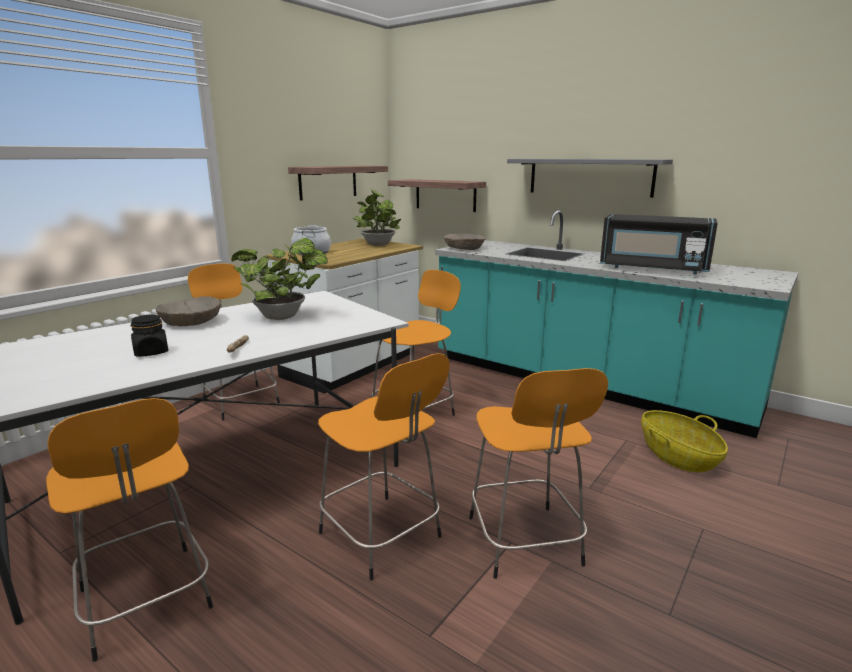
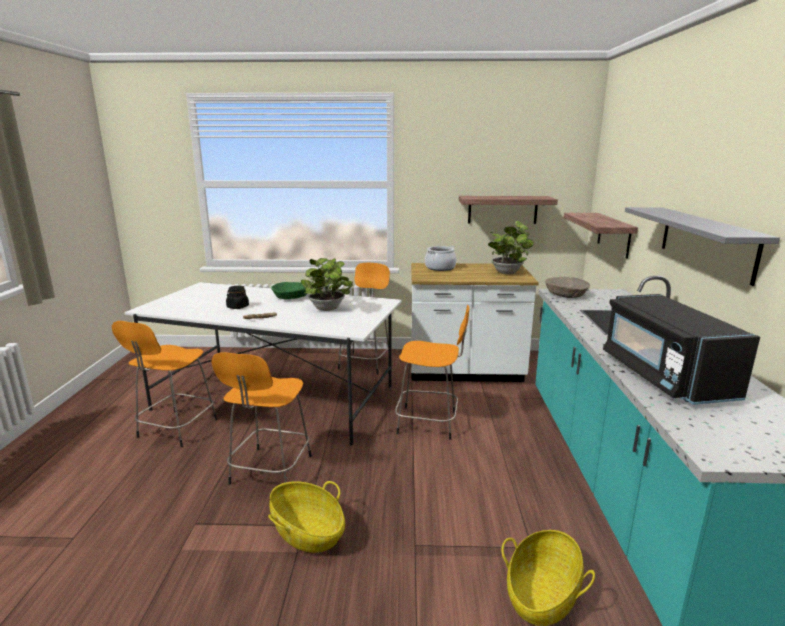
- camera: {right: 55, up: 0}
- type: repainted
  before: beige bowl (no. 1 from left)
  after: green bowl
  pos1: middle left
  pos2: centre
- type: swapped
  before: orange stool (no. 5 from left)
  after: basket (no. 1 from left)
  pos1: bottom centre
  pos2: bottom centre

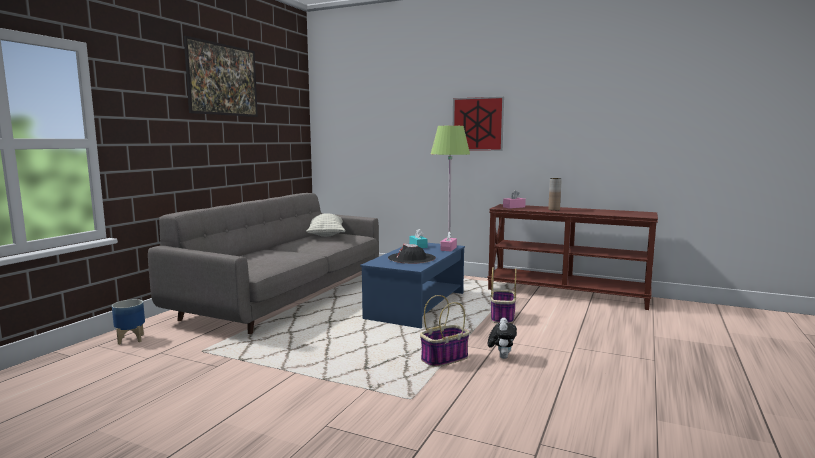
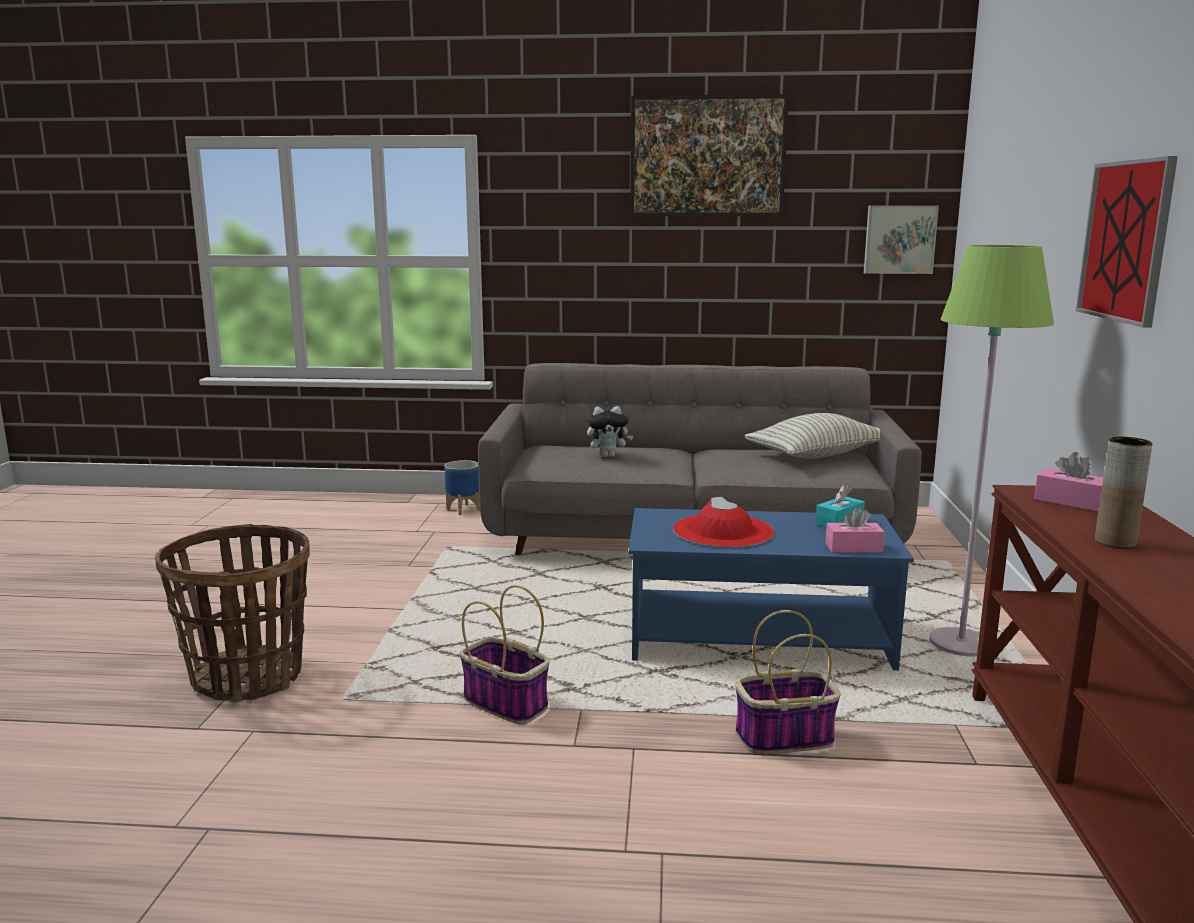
- camera: {right: 70, up: 5}
- type: repainted
  before: black hat
  after: red hat
  pos1: centre
  pos2: centre
- type: shifted
  before: plush toy
  pos1: bottom centre
  pos2: centre
- type: new
  after: basket (no. 1 from left)
  pos2: middle left
- type: new
  after: picture (no. 2 from left)
  pos2: top right

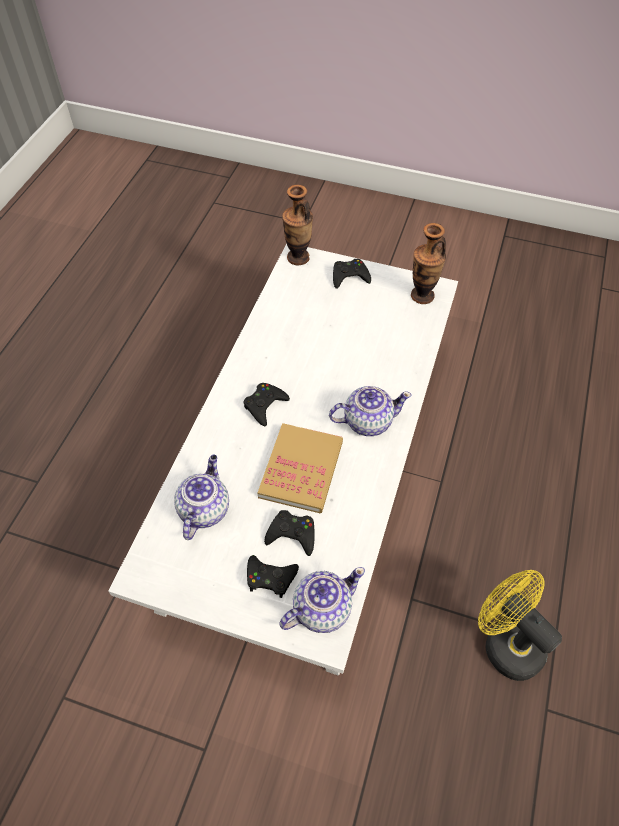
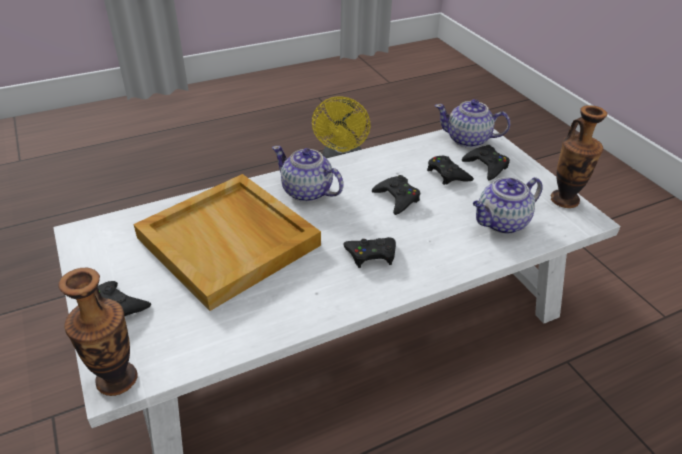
- camera: {right: -135, up: -15}
- type: swapped
  before: book
  after: black game controller (no. 3 from left)
  pos1: centre
  pos2: centre
- type: shifted
  before: vase (no. 2 from left)
  pos1: top right
  pos2: middle right
- type: new
  after: beige tray
  pos2: middle left

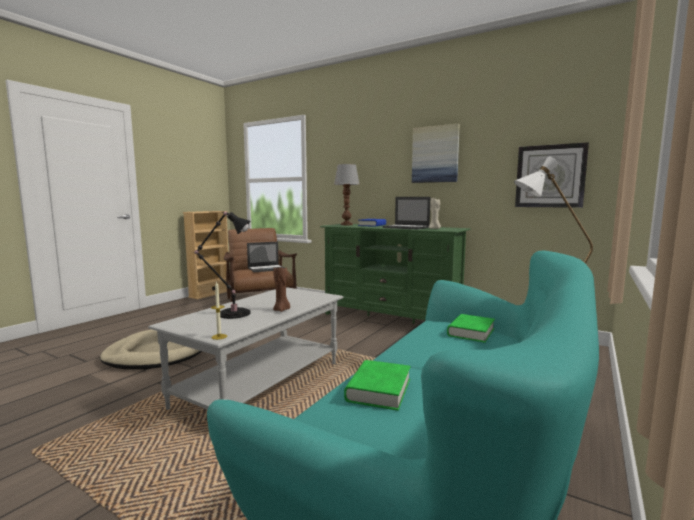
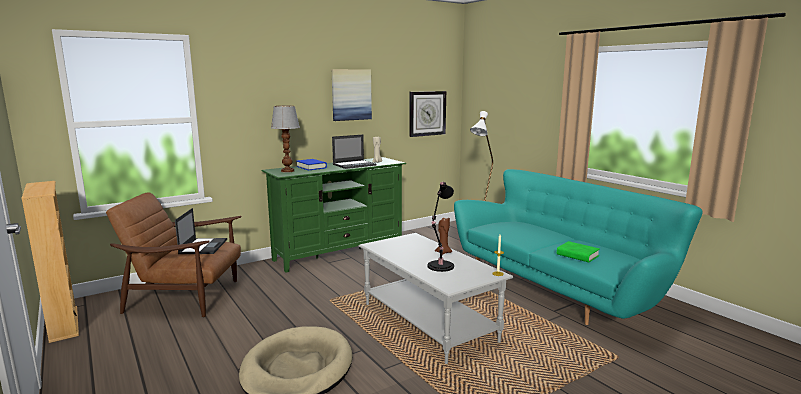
- camera: {right: -65, up: 5}
- type: gone
  before: green book (no. 2 from left)
  pos1: middle right

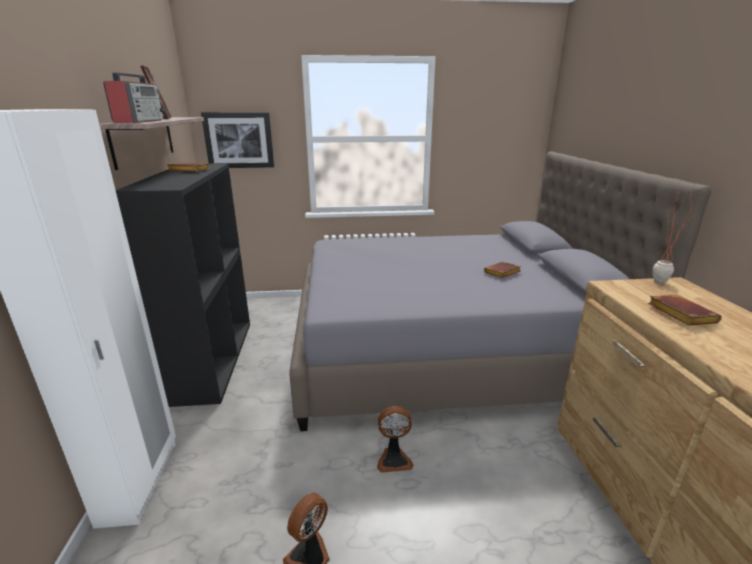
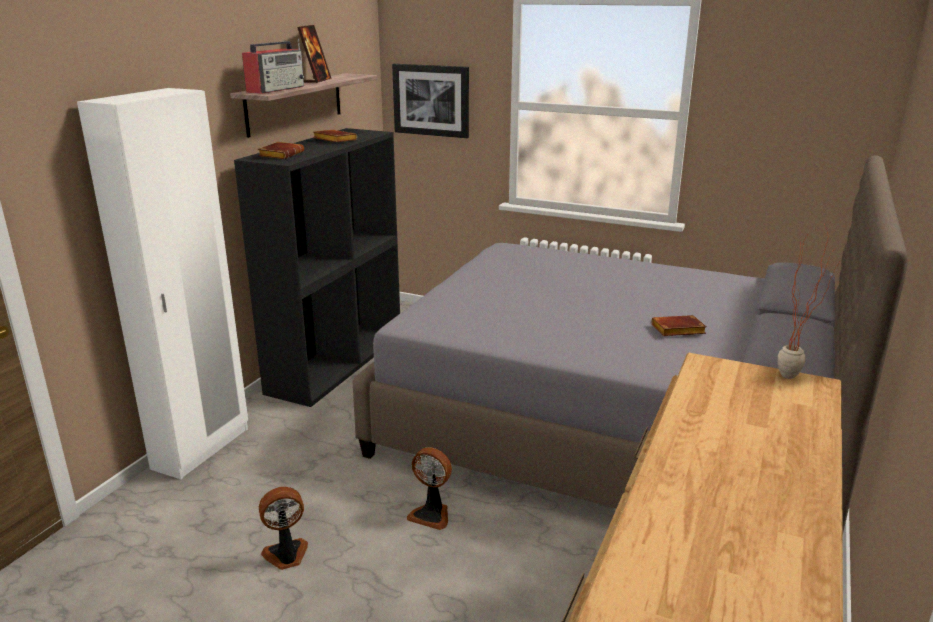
- camera: {right: 30, up: 0}
- type: shifted
  before: brown book (no. 3 from left in the first image)
  after: brown book (no. 1 from left)
  pos1: middle right
  pos2: top left

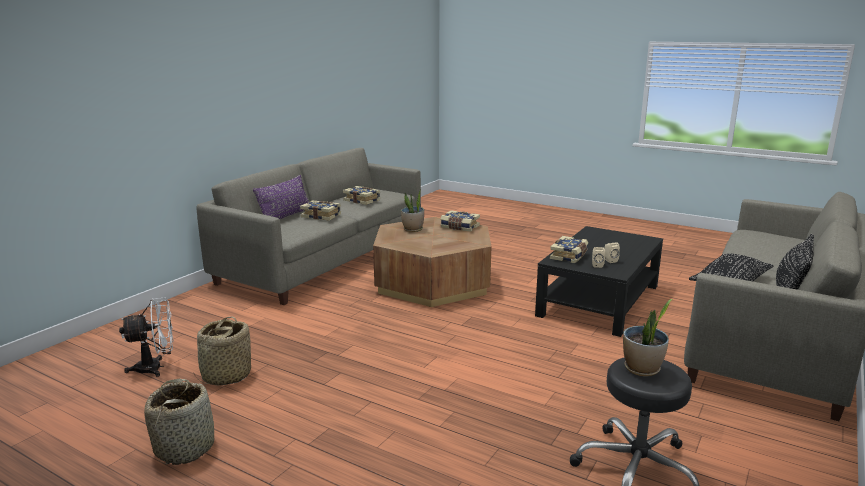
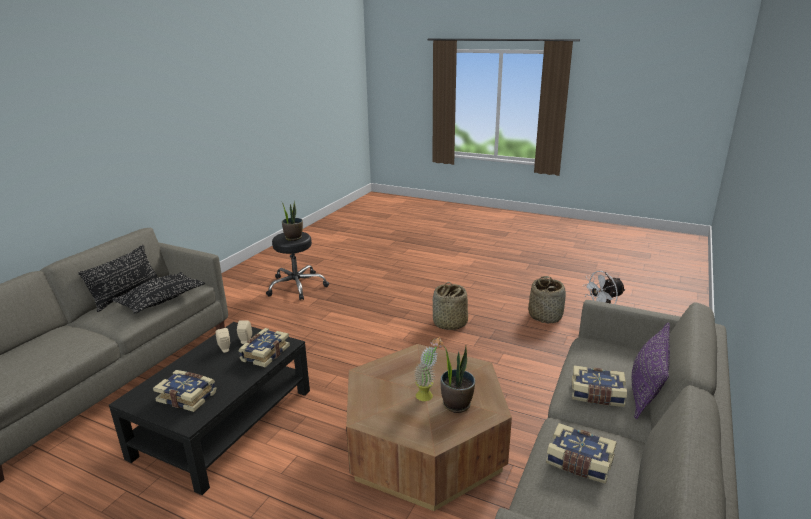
- camera: {right: 175, up: 5}
- type: shifted
  before: basket (no. 1 from left)
  pos1: bottom left
  pos2: centre
- type: shifted
  before: book (no. 3 from left in the first image)
  after: book (no. 1 from left)
  pos1: centre
  pos2: bottom left
- type: new
  after: potted plant (no. 2 from left)
  pos2: bottom centre

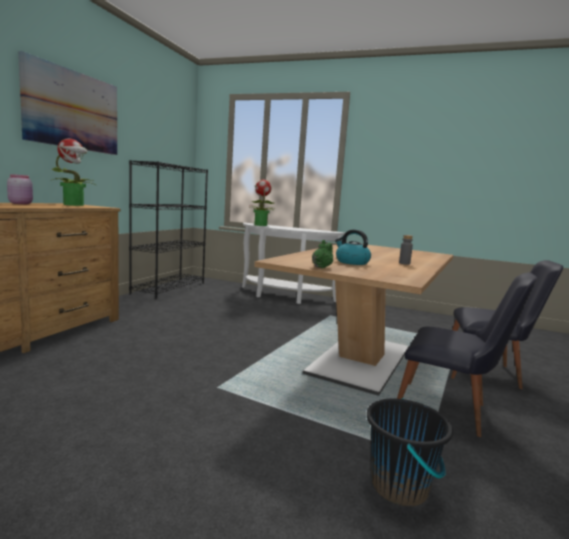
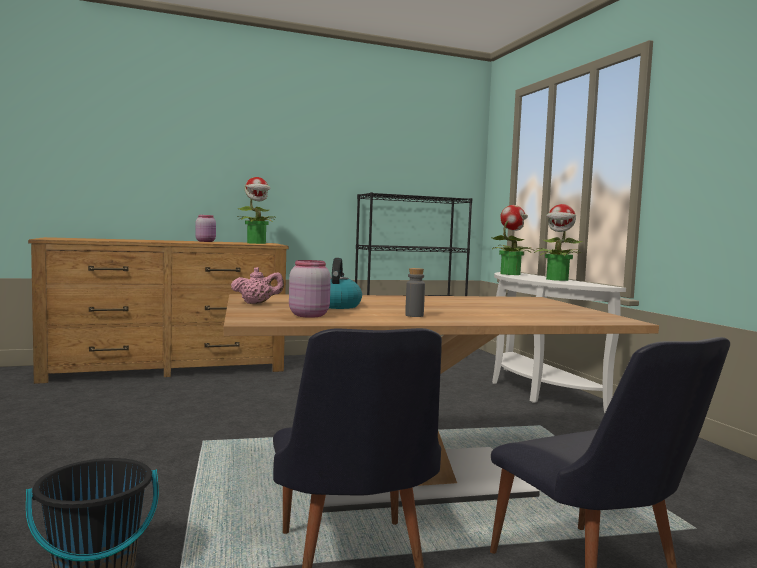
- camera: {right: 50, up: -5}
- type: gone
  before: picture
  pos1: top left
- type: repainted
  before: green teapot
  after: pink teapot
  pos1: centre
  pos2: centre
- type: new
  after: pink jar (no. 2 from left)
  pos2: centre
- type: new
  after: potted plant (no. 3 from left)
  pos2: middle right

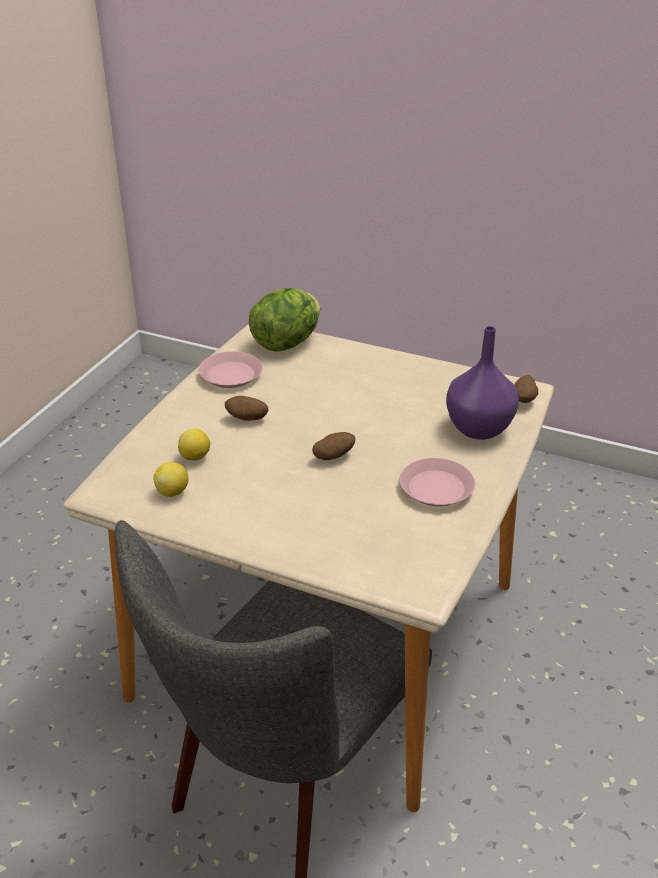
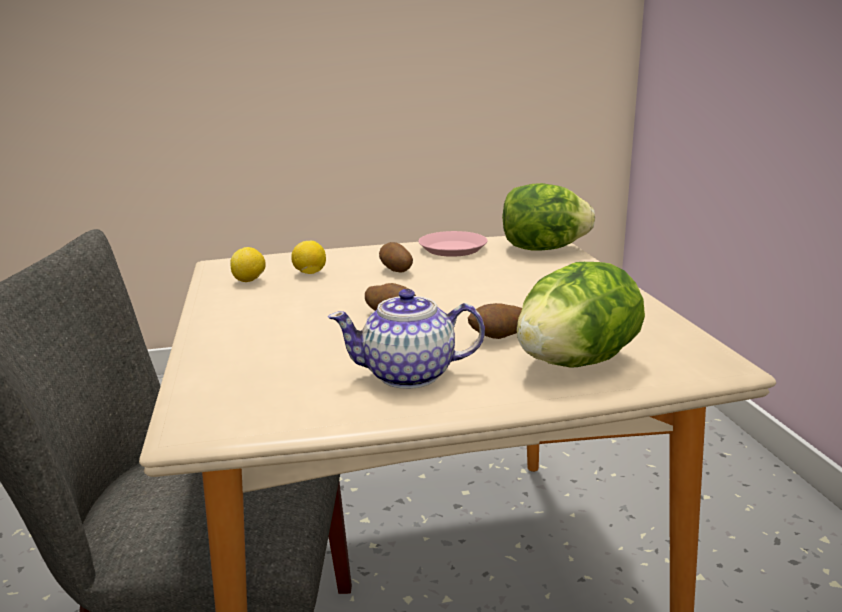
- camera: {right: 55, up: -15}
- type: swapped
  before: pink plate (no. 2 from left)
  after: teapot
  pos1: centre
  pos2: centre
- type: swapped
  before: purple vase
  after: lettuce (no. 2 from left)
  pos1: middle right
  pos2: middle right
- type: shifted
  before: potato (no. 3 from left)
  pos1: middle right
  pos2: centre

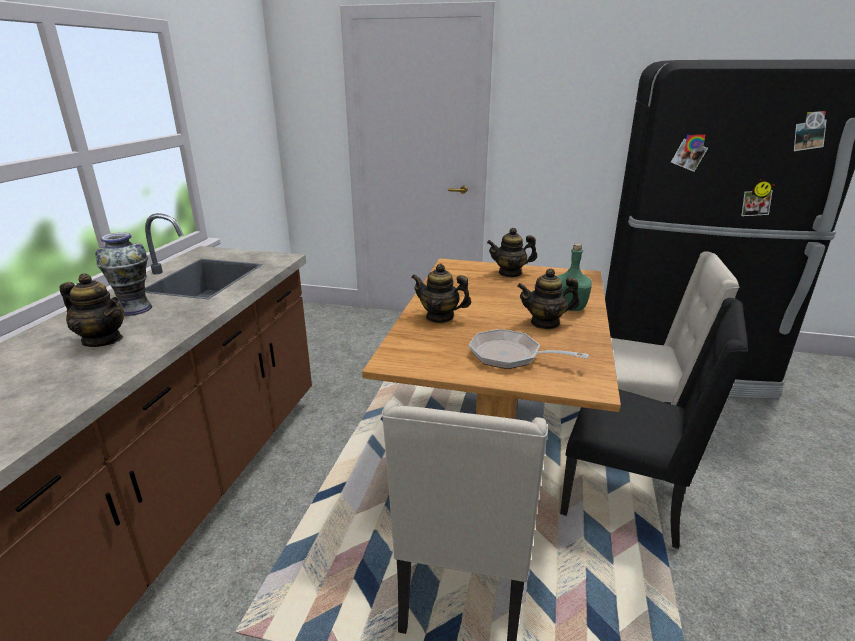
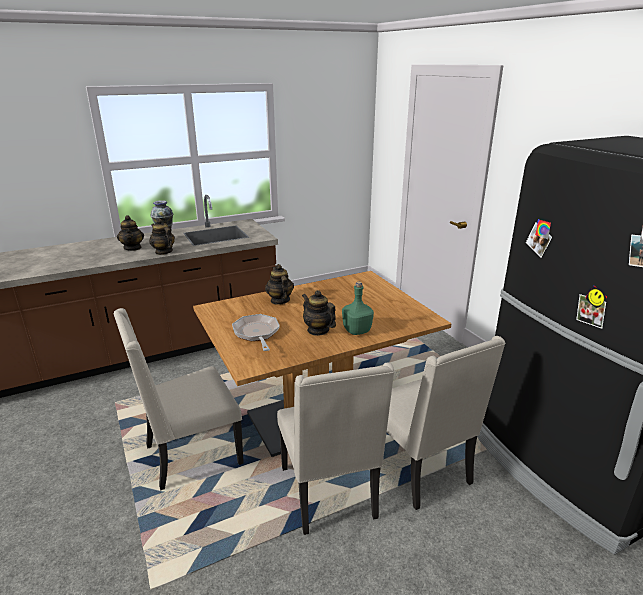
- camera: {right: 50, up: 0}
- type: shifted
  before: teapot (no. 3 from left in the first image)
  after: teapot (no. 2 from left)
  pos1: centre
  pos2: middle left
- type: repainted
  before: black chair
  after: beige chair (no. 2 from left)
  pos1: middle right
  pos2: bottom centre

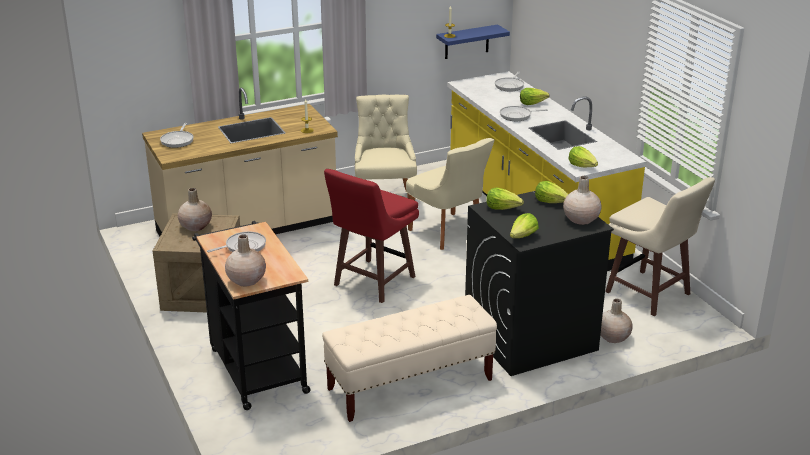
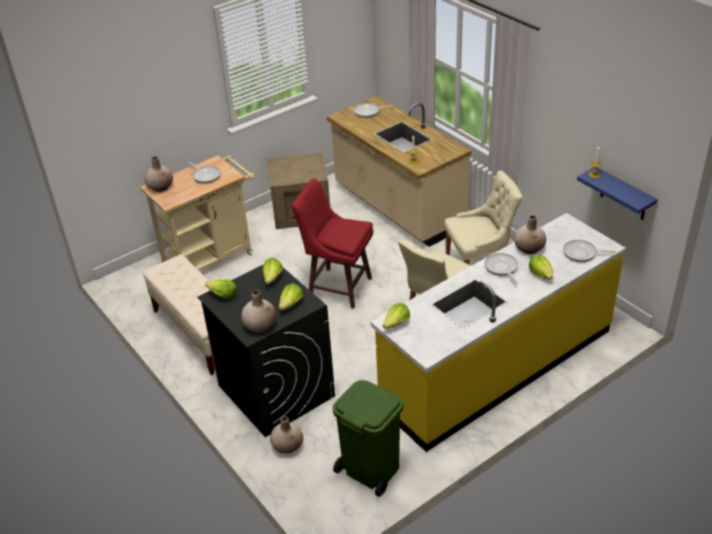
- camera: {right: 80, up: 10}
- type: shifted
  before: beige vase (no. 1 from left in the first image)
  after: beige vase (no. 4 from left)
  pos1: middle left
  pos2: middle right
- type: repainted
  before: black cart
  after: beige cart
  pos1: bottom left
  pos2: middle left
- type: swapped
  before: beige stool
  after: green trash can
  pos1: middle right
  pos2: bottom centre

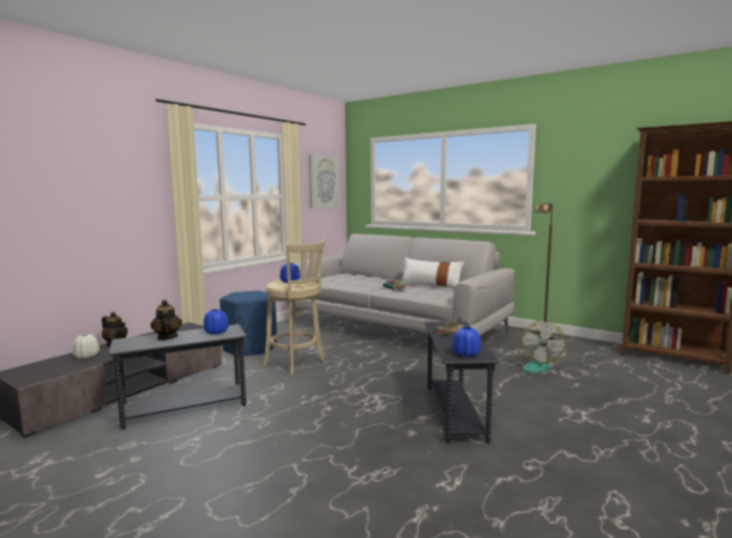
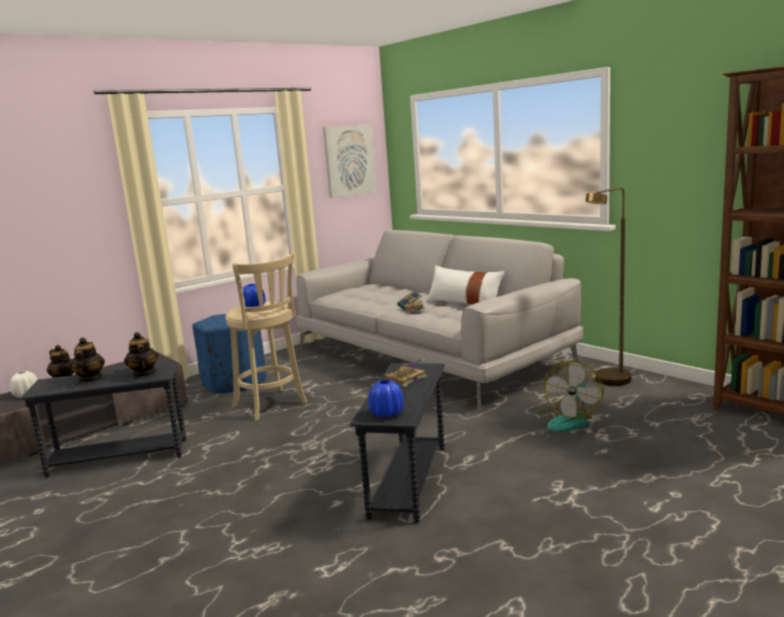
- camera: {right: 15, up: 5}
- type: swapped
  before: blue vase (no. 1 from left)
  after: teapot (no. 3 from left)
  pos1: middle left
  pos2: middle left

